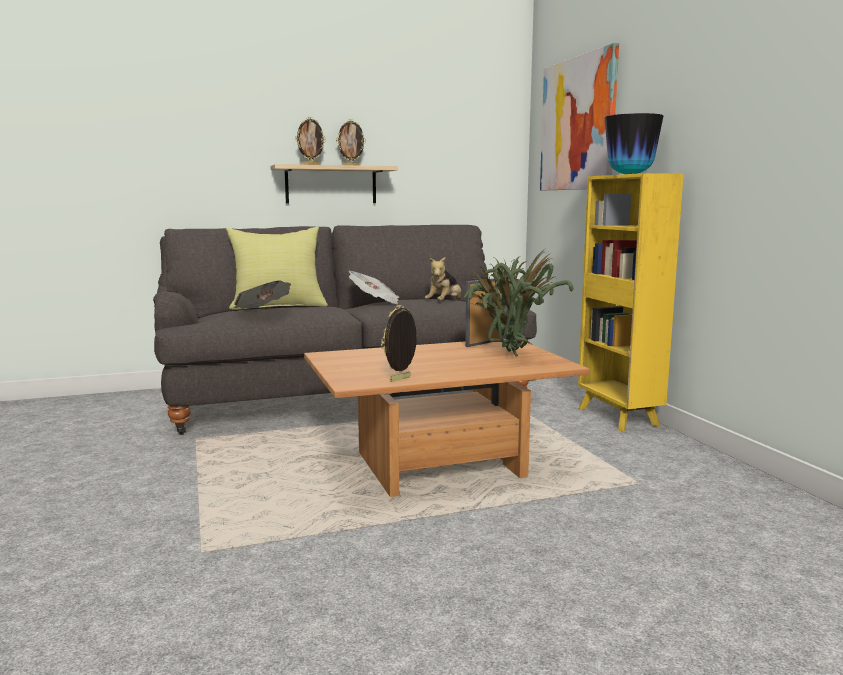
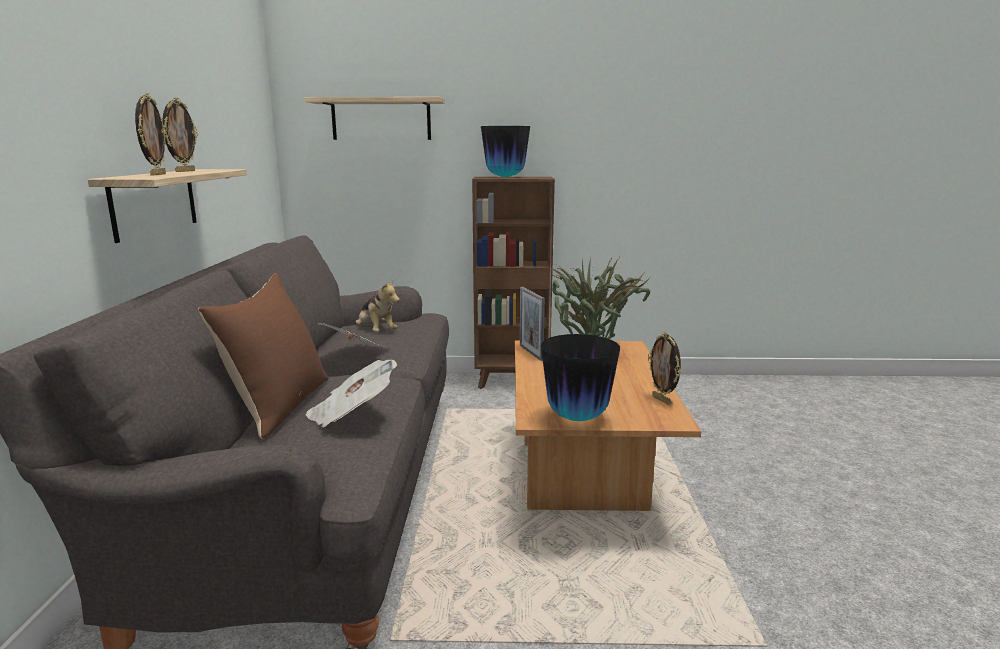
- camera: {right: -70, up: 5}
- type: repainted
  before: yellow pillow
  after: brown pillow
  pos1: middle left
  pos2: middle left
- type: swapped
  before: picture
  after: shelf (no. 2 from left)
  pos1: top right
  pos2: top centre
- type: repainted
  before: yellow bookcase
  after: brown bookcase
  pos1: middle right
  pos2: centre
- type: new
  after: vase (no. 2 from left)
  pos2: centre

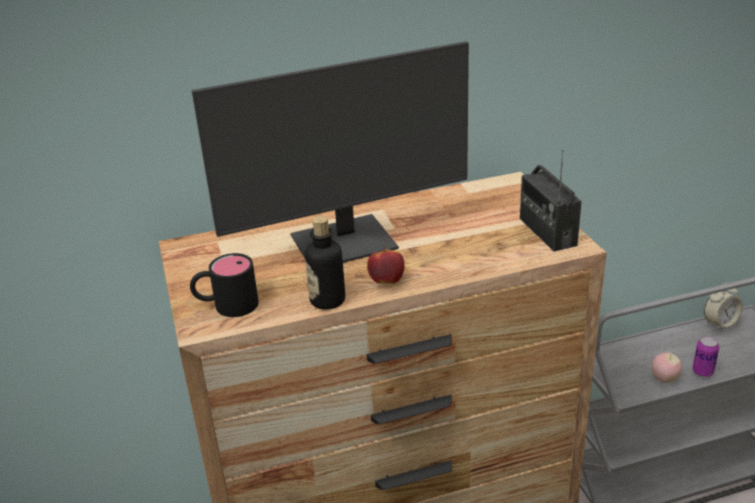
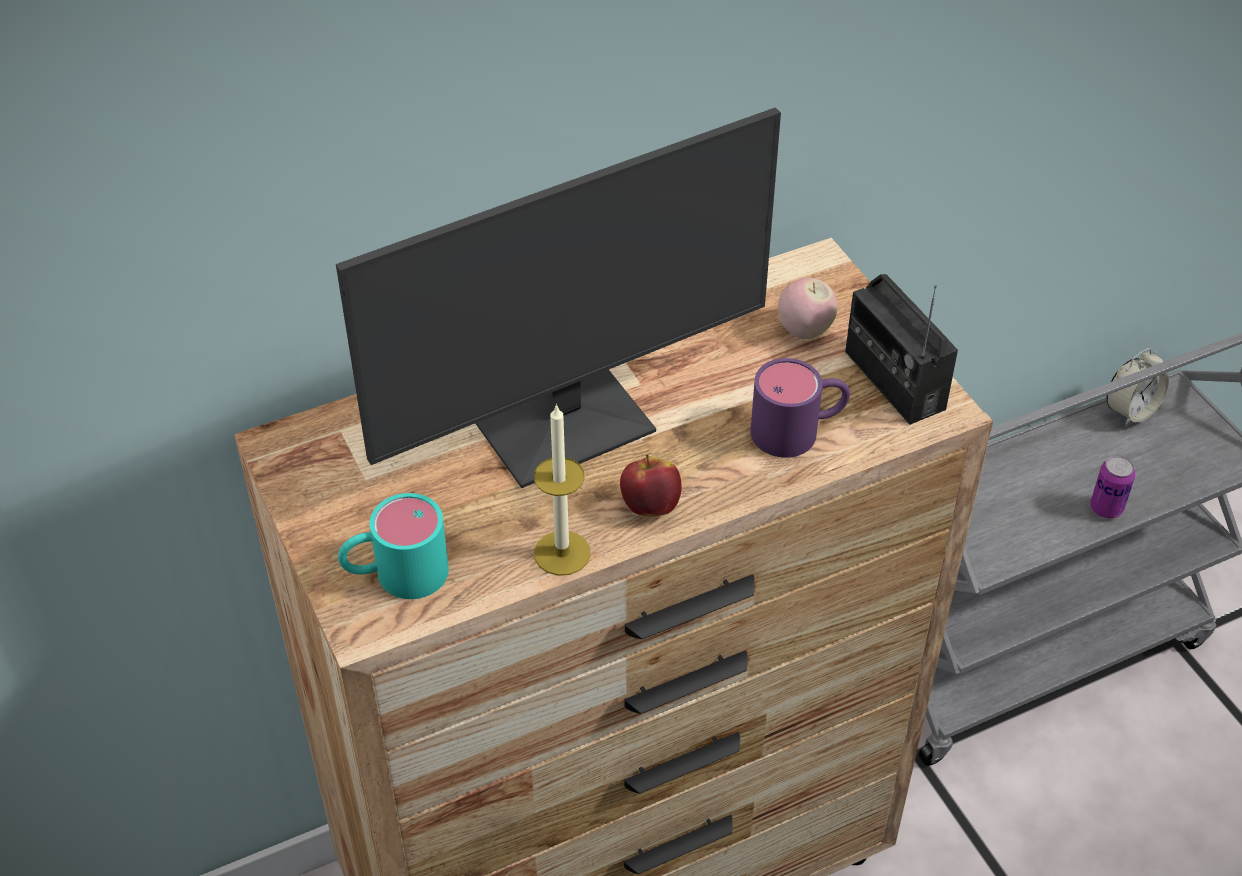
- camera: {right: -10, up: 15}
- type: repainted
  before: black mug
  after: turquoise mug
  pos1: middle left
  pos2: middle left
- type: swapped
  before: bottle
  after: candle
  pos1: centre
  pos2: centre
- type: shifted
  before: apple (no. 2 from left)
  pos1: bottom right
  pos2: centre
- type: new
  after: purple mug
  pos2: centre

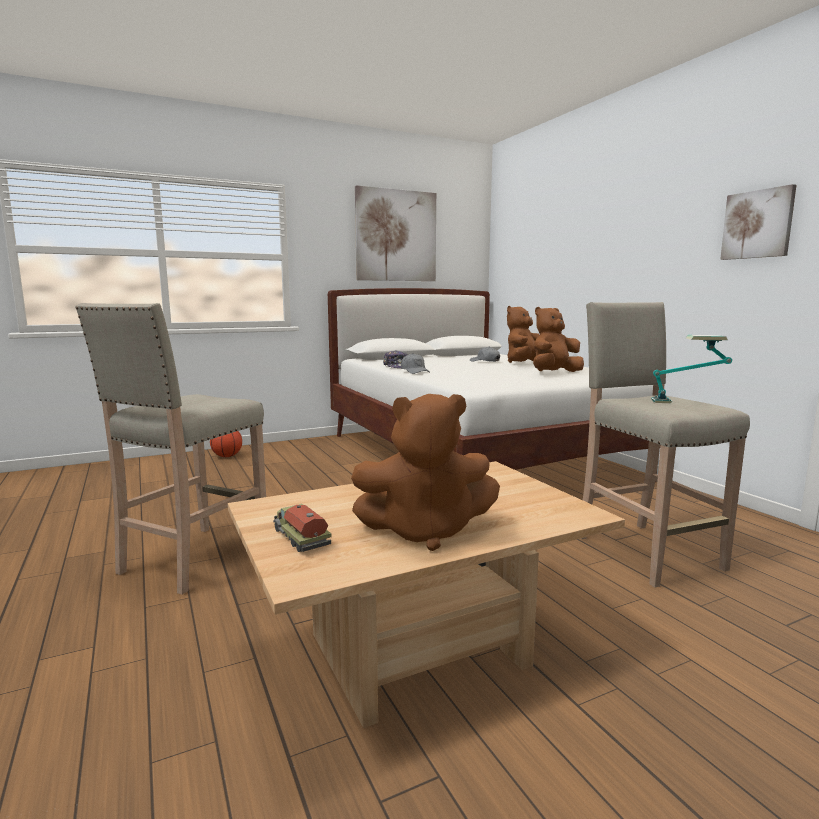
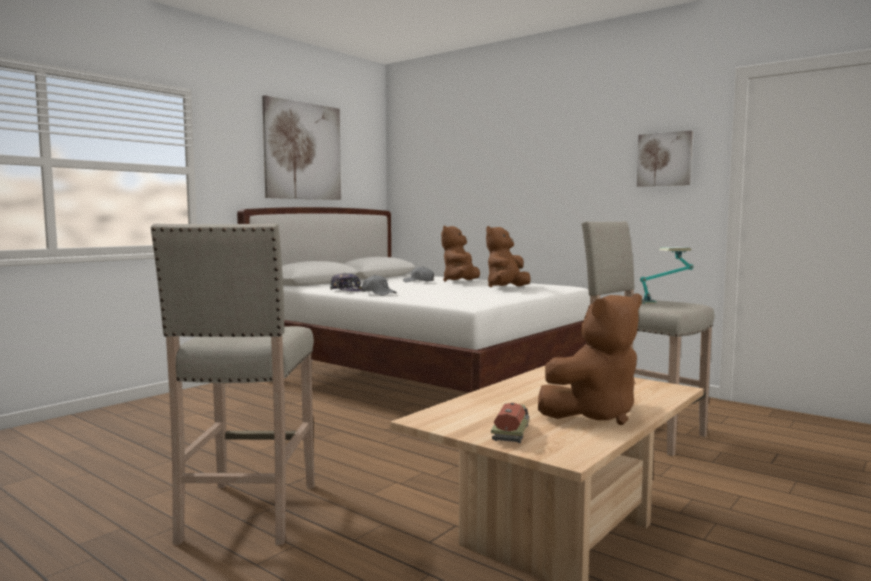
- camera: {right: -25, up: -5}
- type: gone
  before: basketball
  pos1: middle left
- type: rotated
  before: toy truck
  pos1: centre
  pos2: bottom centre
  turn: 75

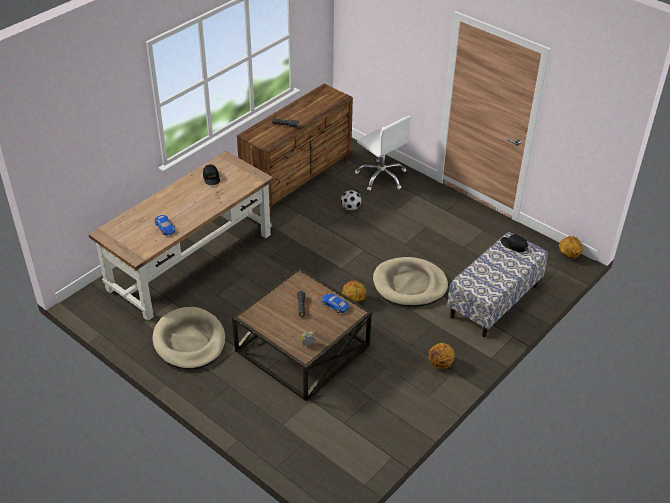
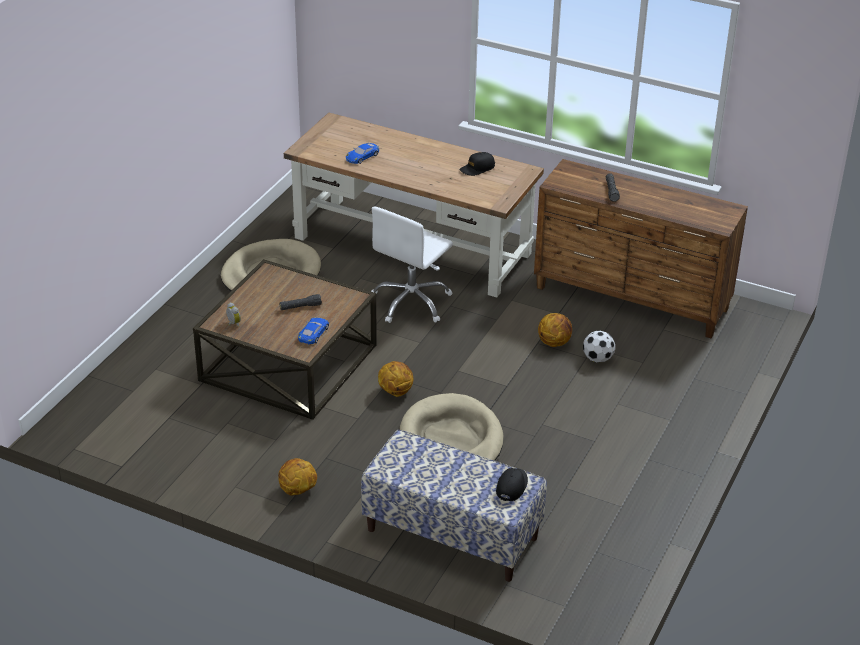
- camera: {right: 75, up: -5}
- type: shifted
  before: white office chair
  pos1: top centre
  pos2: centre
- type: shifted
  before: basketball (no. 3 from left)
  pos1: middle right
  pos2: centre

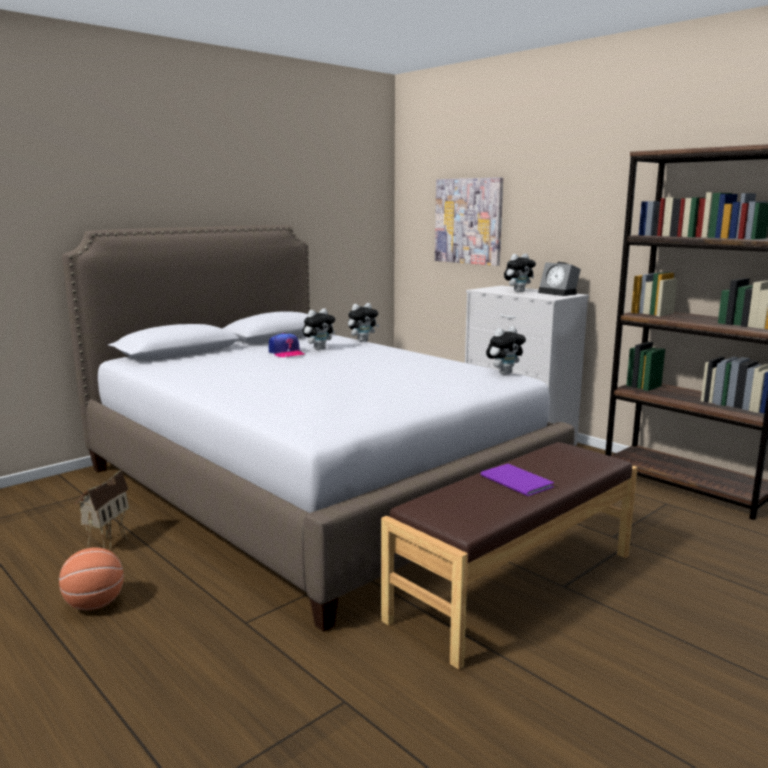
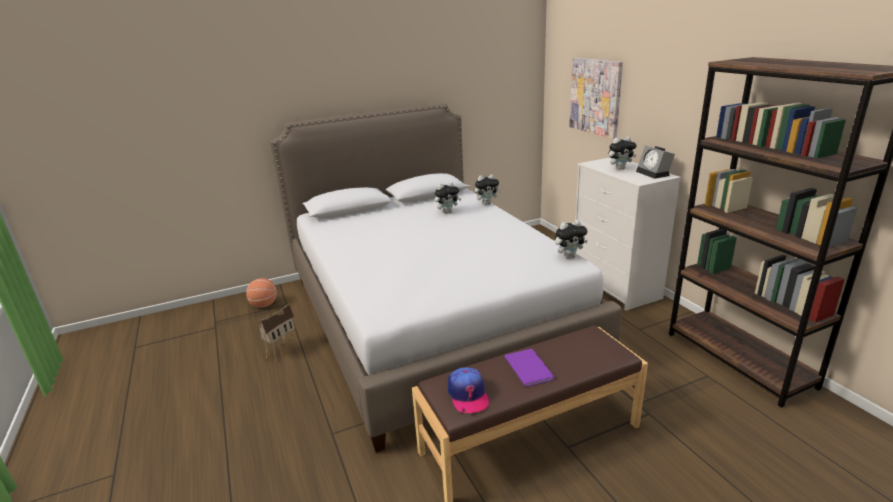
- camera: {right: 20, up: 10}
- type: shifted
  before: basketball
  pos1: bottom left
  pos2: middle left
- type: shifted
  before: cap
  pos1: centre
  pos2: bottom centre

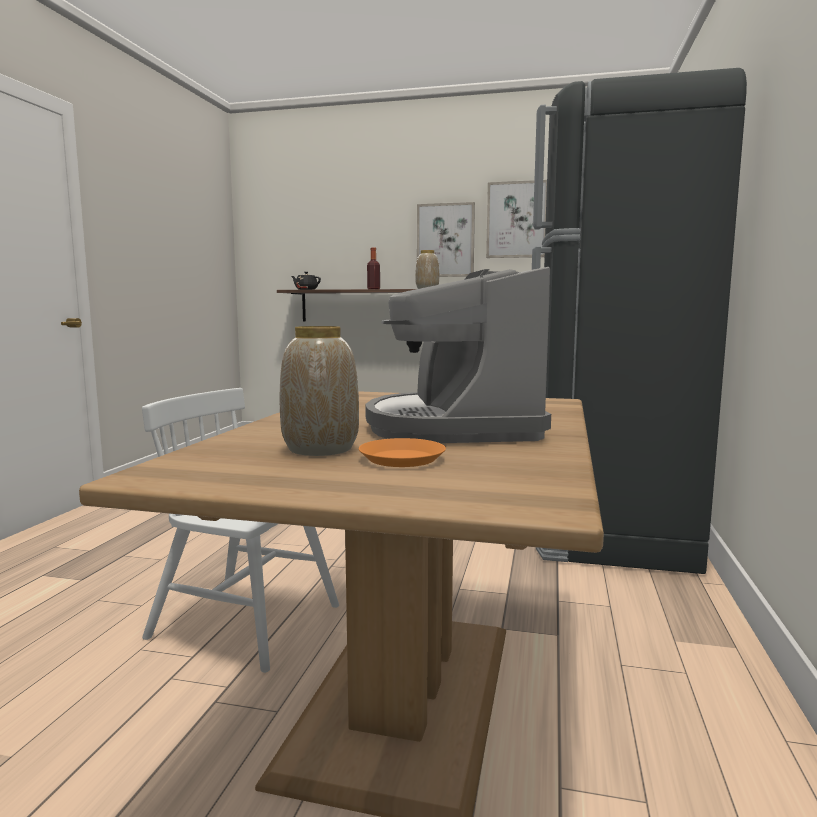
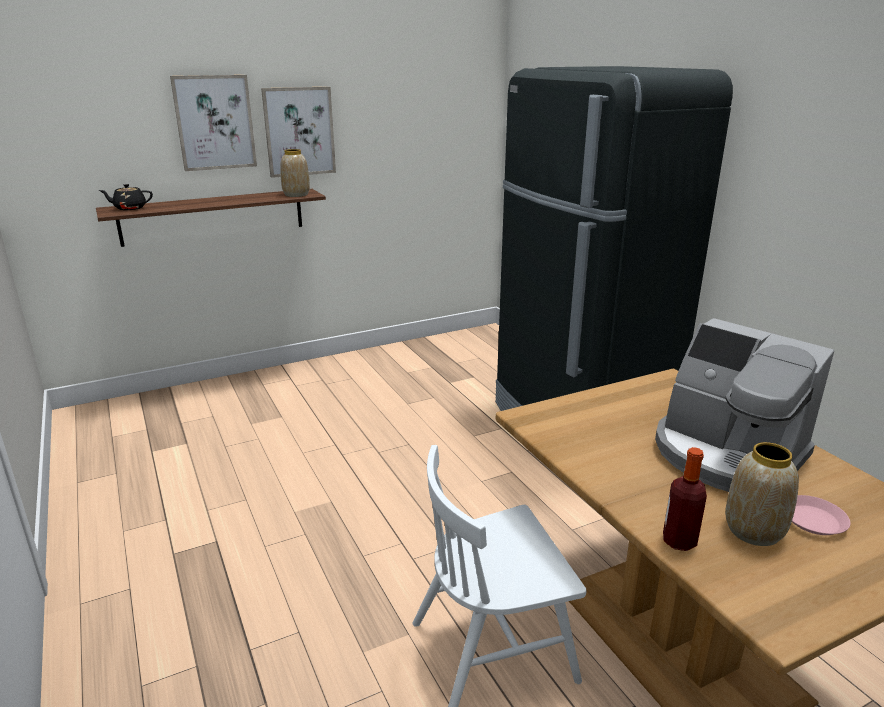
- camera: {right: -40, up: 15}
- type: repainted
  before: orange plate
  after: pink plate
  pos1: centre
  pos2: bottom right
- type: shifted
  before: bottle
  pos1: top centre
  pos2: bottom right
- type: shifted
  before: picture (no. 2 from left in the first image)
  after: picture (no. 1 from left)
  pos1: top centre
  pos2: top left

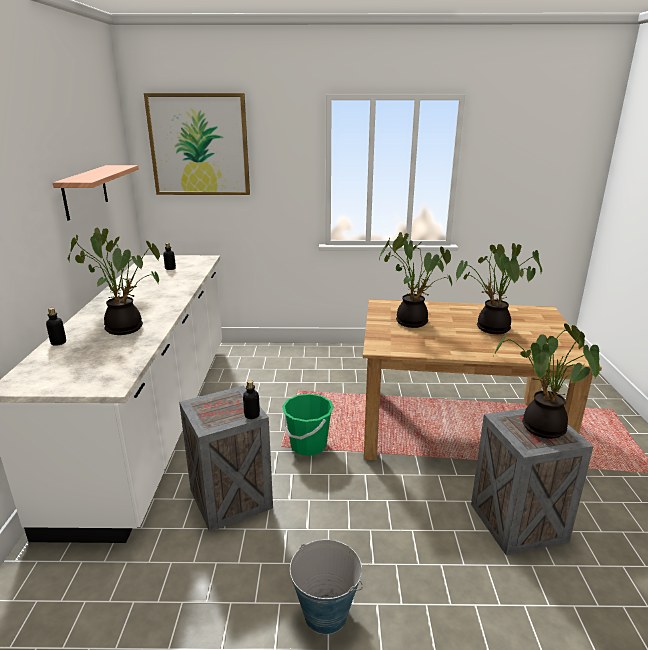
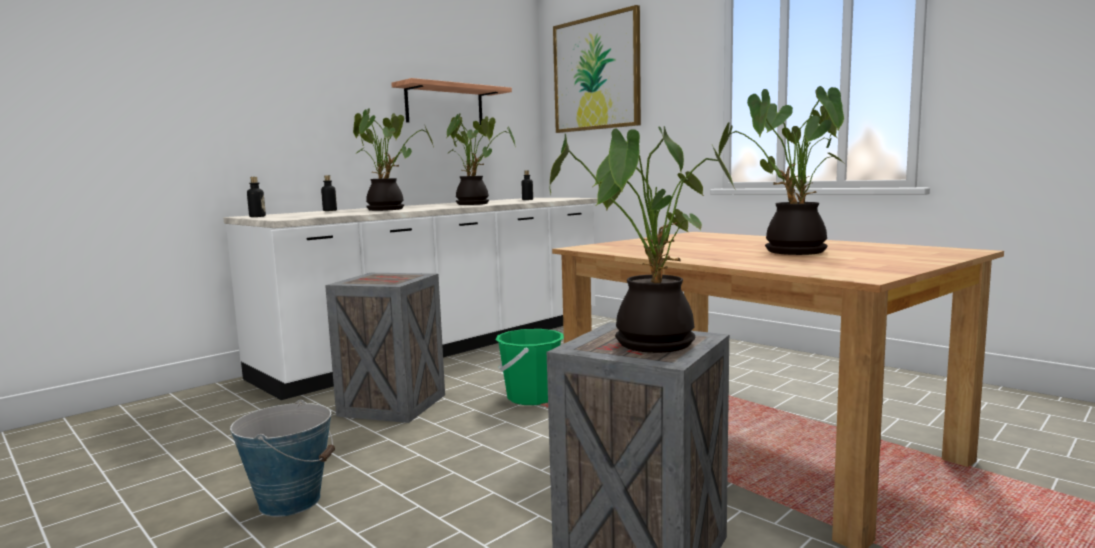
- camera: {right: 45, up: -15}
- type: shifted
  before: bottle (no. 3 from left in the first image)
  after: bottle (no. 1 from left)
  pos1: centre
  pos2: middle left
- type: shifted
  before: potted plant (no. 2 from left)
  pos1: centre
  pos2: top centre

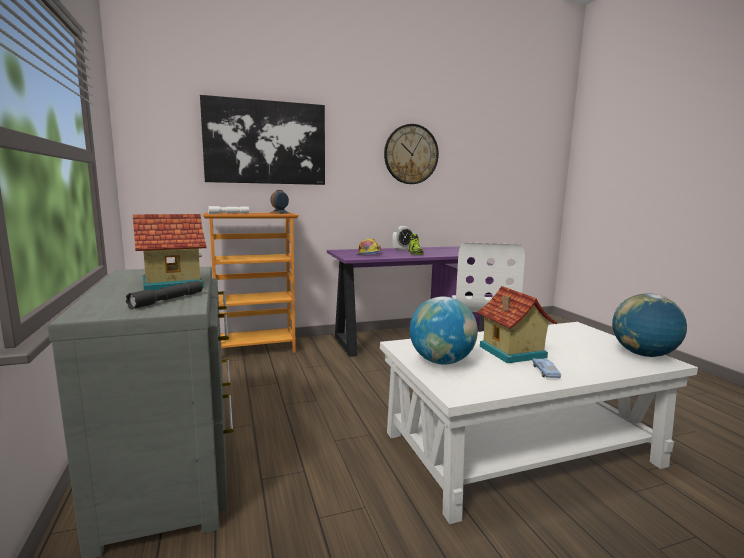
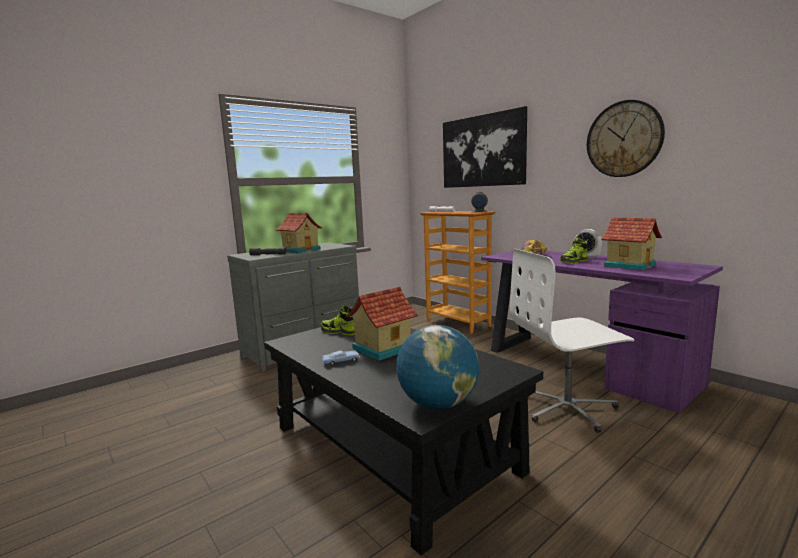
- camera: {right: 70, up: 0}
- type: repainted
  before: white coffee table
  after: black coffee table
  pos1: bottom right
  pos2: bottom centre
- type: swapped
  before: globe (no. 1 from left)
  after: shoe (no. 1 from left)
  pos1: centre
  pos2: centre
- type: new
  after: toy house (no. 3 from left)
  pos2: middle right

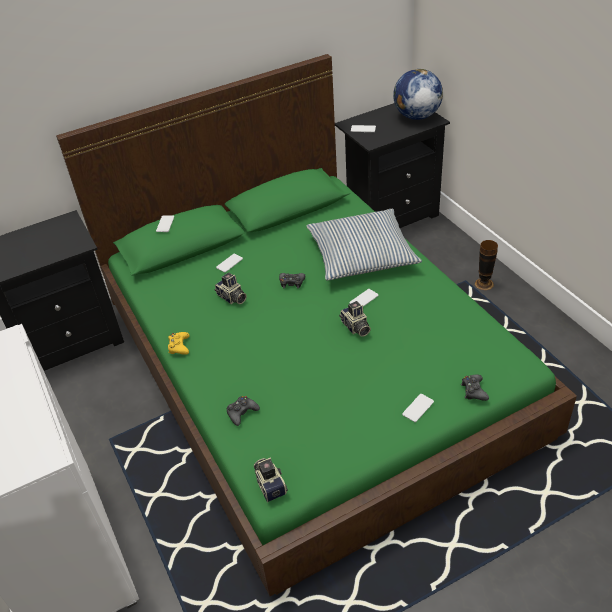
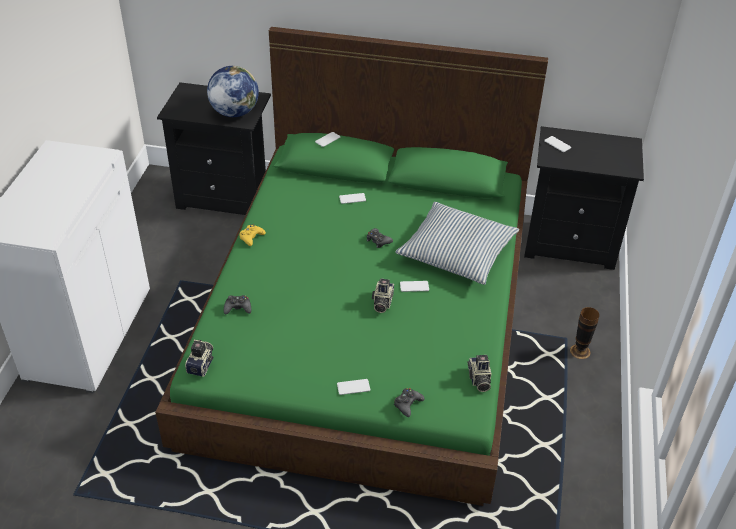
- camera: {right: 35, up: 0}
- type: shifted
  before: photo camera (no. 1 from left in the first image)
  after: photo camera (no. 3 from left)
  pos1: centre
  pos2: bottom centre
- type: shifted
  before: globe
  pos1: top right
  pos2: top left

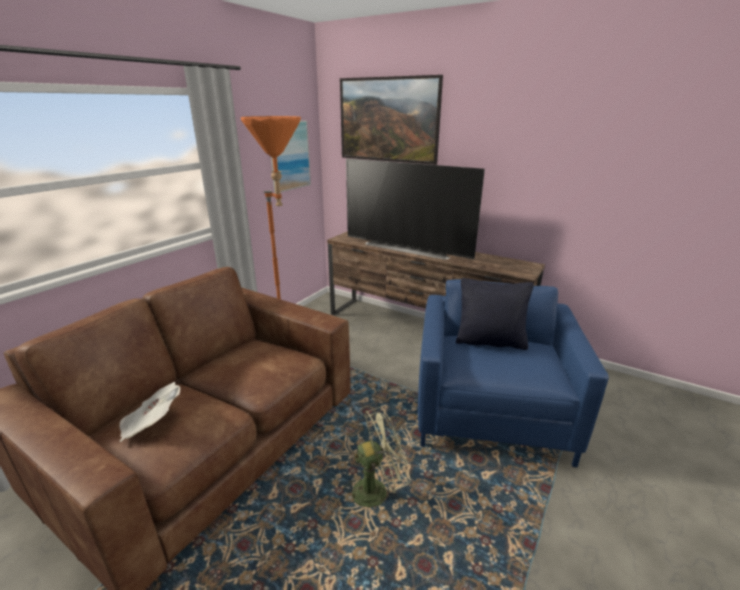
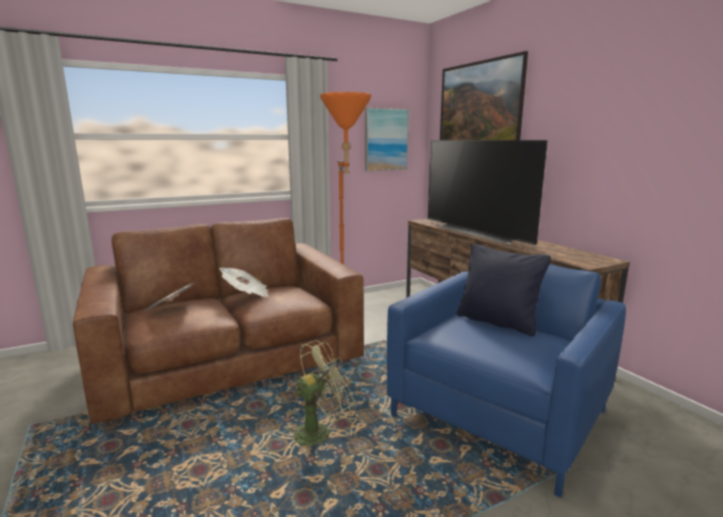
- camera: {right: 30, up: -10}
- type: rotated
  before: green fan
  pos1: bottom centre
  pos2: bottom centre
  turn: -45
- type: new
  after: newspaper (no. 2 from left)
  pos2: centre

